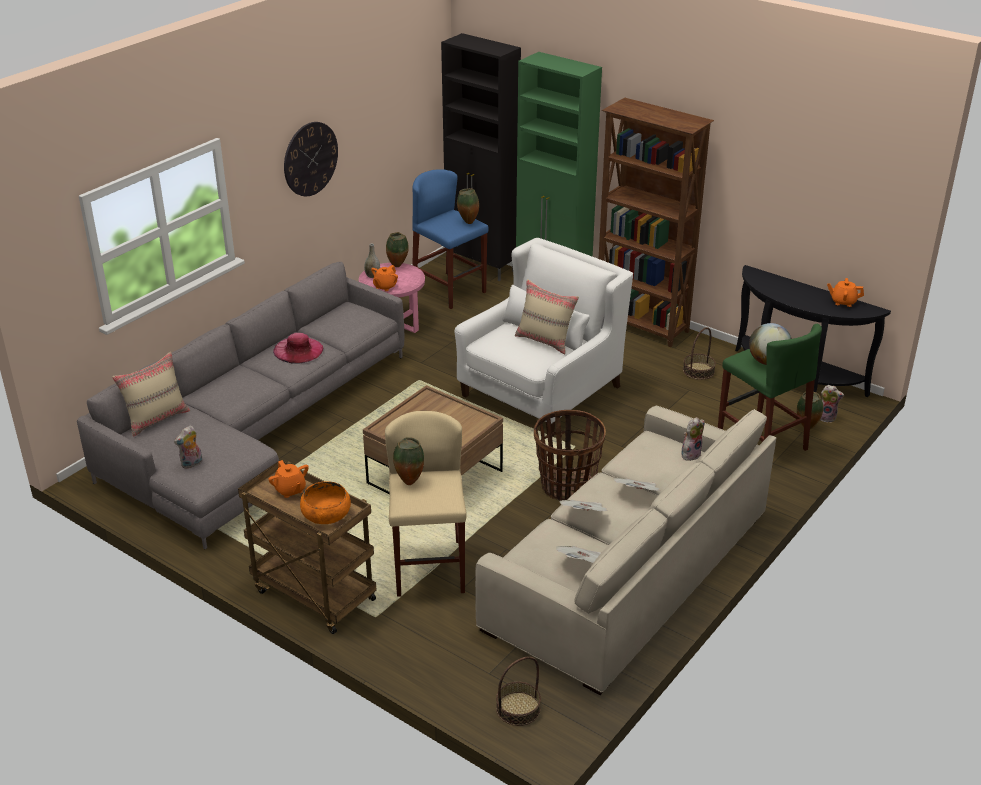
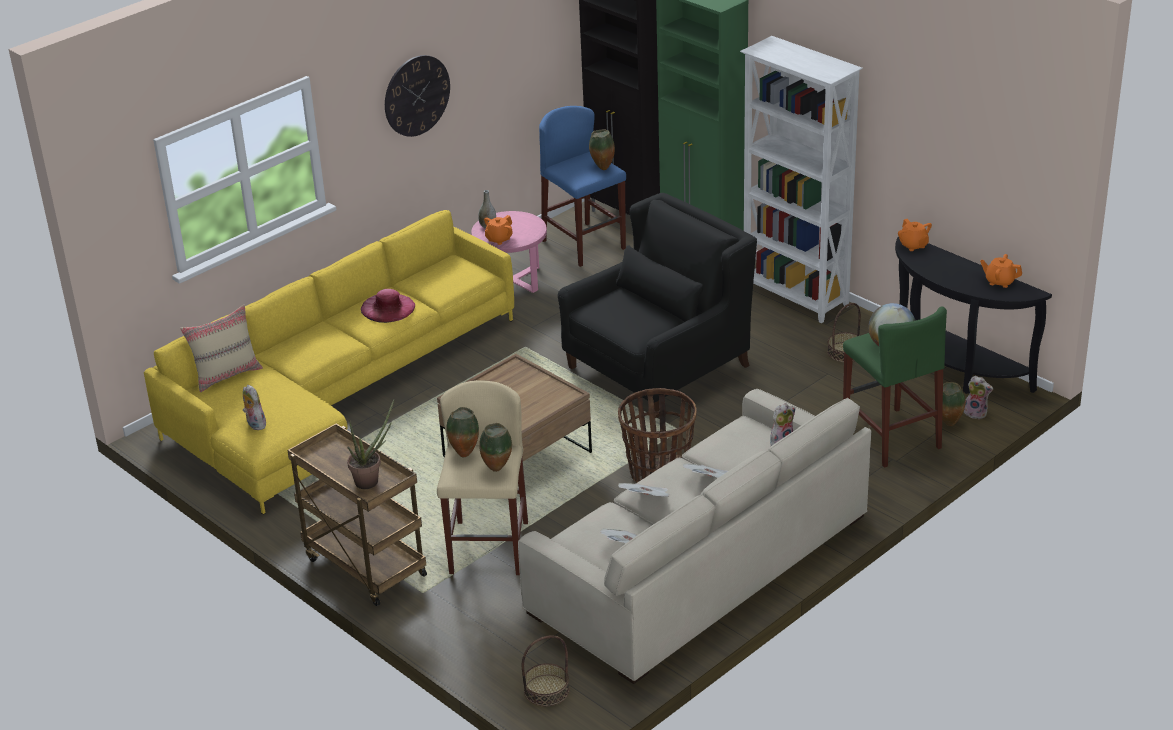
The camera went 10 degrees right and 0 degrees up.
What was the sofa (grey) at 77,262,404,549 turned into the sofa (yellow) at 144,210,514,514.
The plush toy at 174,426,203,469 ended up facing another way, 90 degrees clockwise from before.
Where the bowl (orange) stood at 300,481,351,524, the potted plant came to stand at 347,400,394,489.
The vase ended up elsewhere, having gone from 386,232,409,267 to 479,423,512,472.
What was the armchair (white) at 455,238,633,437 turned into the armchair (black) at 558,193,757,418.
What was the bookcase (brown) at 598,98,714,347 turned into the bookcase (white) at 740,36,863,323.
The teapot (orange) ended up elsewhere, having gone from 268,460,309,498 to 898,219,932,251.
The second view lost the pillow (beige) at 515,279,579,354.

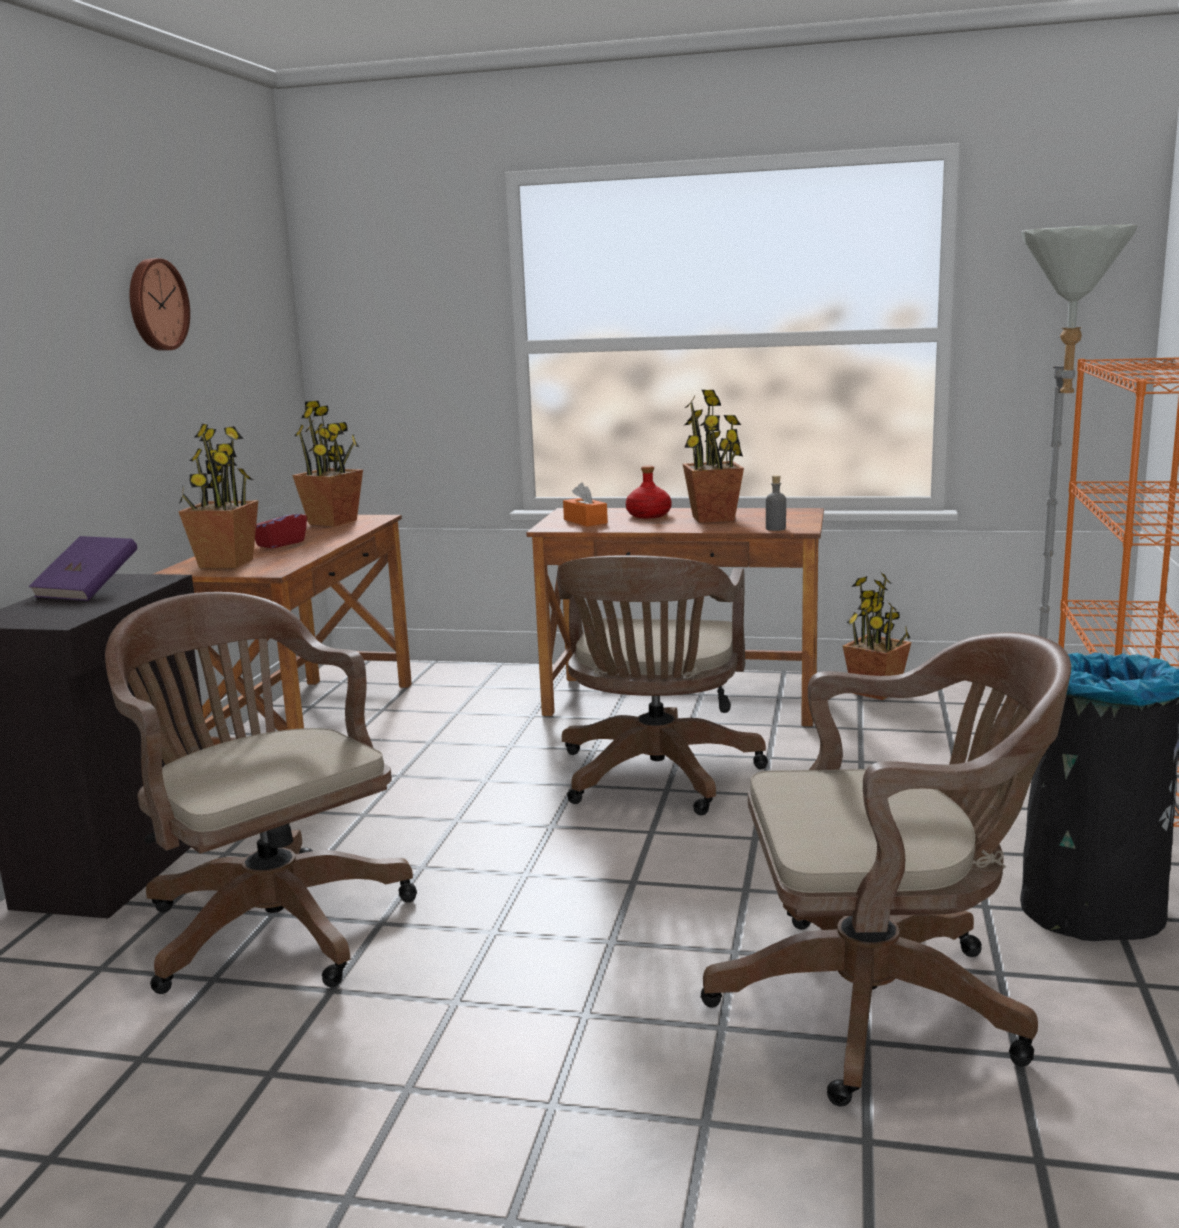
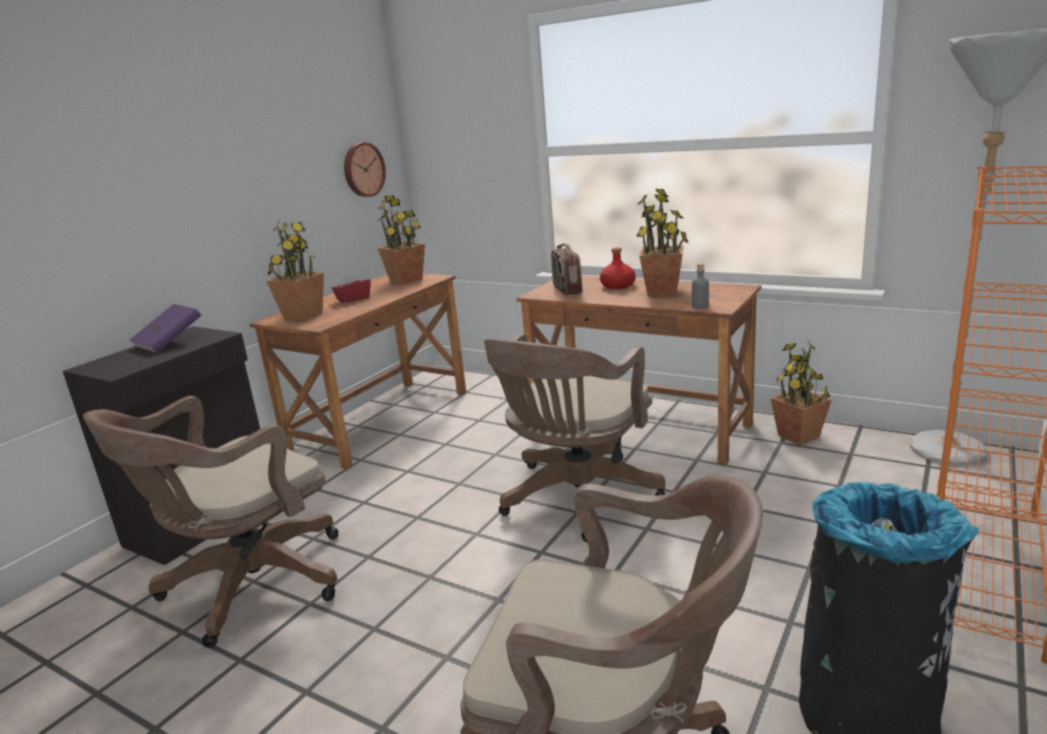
The camera went 20 degrees right and 5 degrees up.
The office chair (brown) at 105,592,417,994 ended up facing another way, 120 degrees counterclockwise from before.
The wall clock ended up elsewhere, having gone from 130,258,190,351 to 344,142,386,197.
Where the tissue box (orange) stood at 563,483,608,526, the radio came to stand at 551,243,583,295.

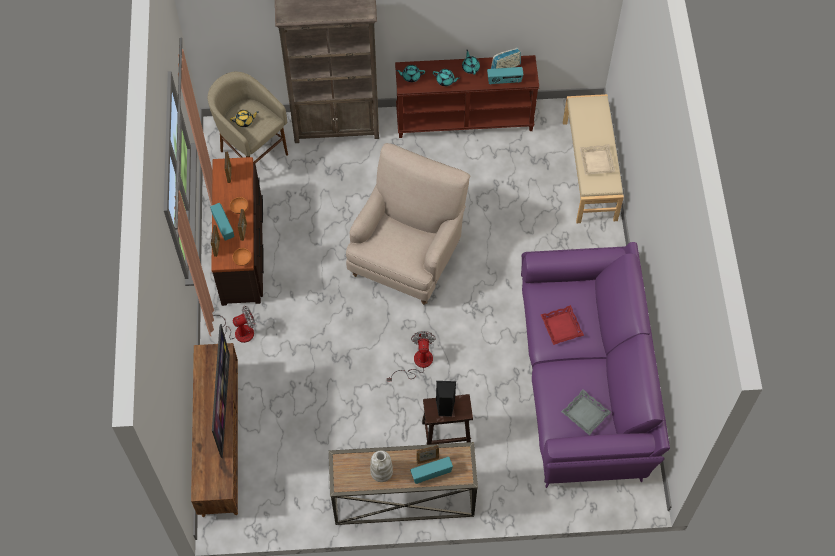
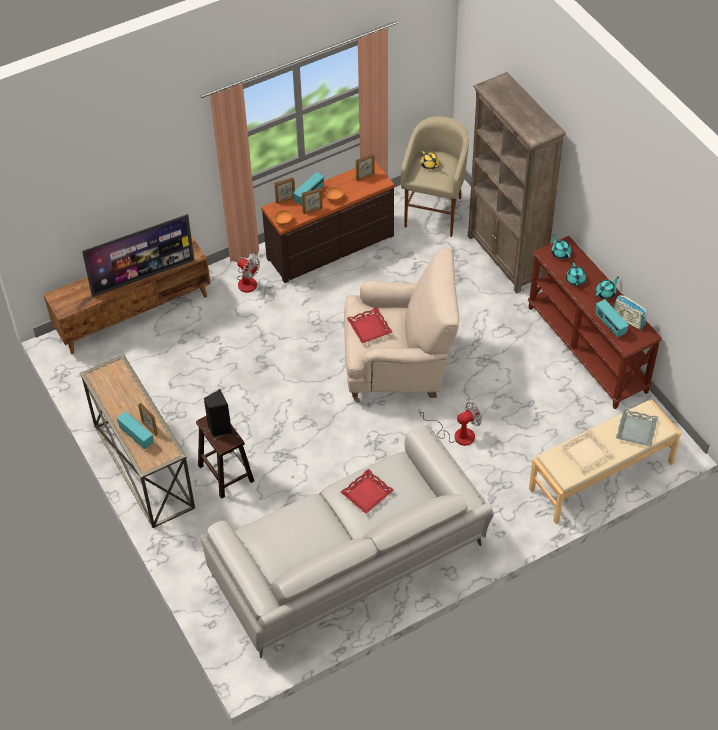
The camera went 65 degrees right and 10 degrees down.
What was the sofa (purple) at 521,242,670,488 turned into the sofa (grey) at 200,426,494,658.
The second view gained the tray (red) at 347,307,392,343.
The fan ended up elsewhere, having gone from 387,331,436,381 to 419,402,482,446.
The tray (grey) ended up elsewhere, having gone from 561,389,611,435 to 616,409,658,447.
The second view lost the vase (white) at 370,450,393,482.

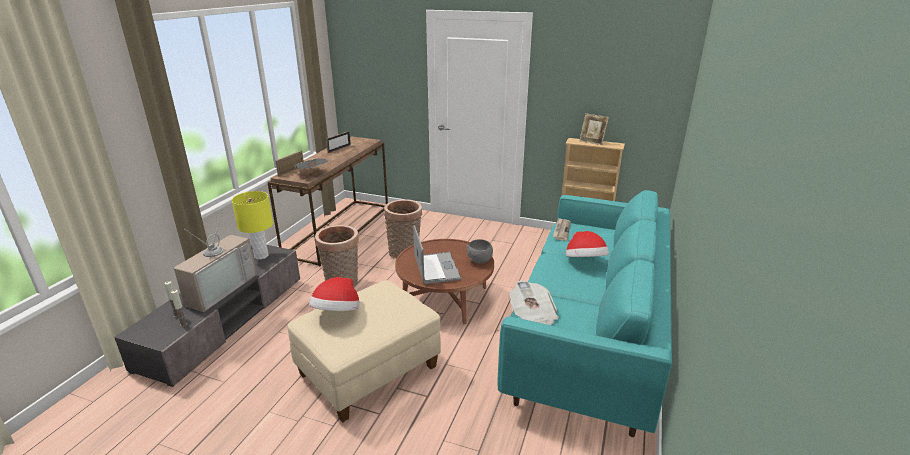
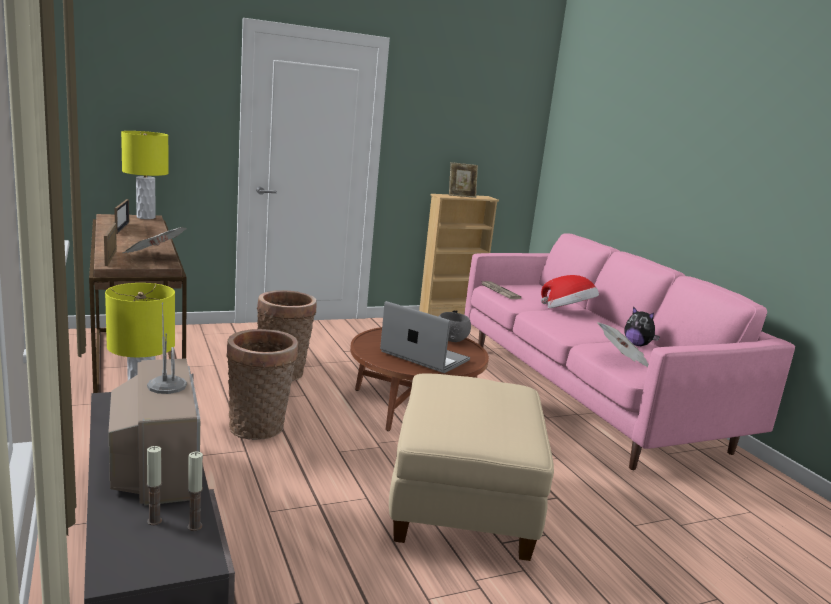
The camera went 45 degrees left and 10 degrees down.
The second view gained the table lamp (yellow) at 121,131,168,219.
What was the sofa (turquoise) at 497,190,672,437 turned into the sofa (pink) at 464,233,795,470.
The second view gained the plush toy at 625,306,660,346.
The second view lost the hat at 309,277,360,311.

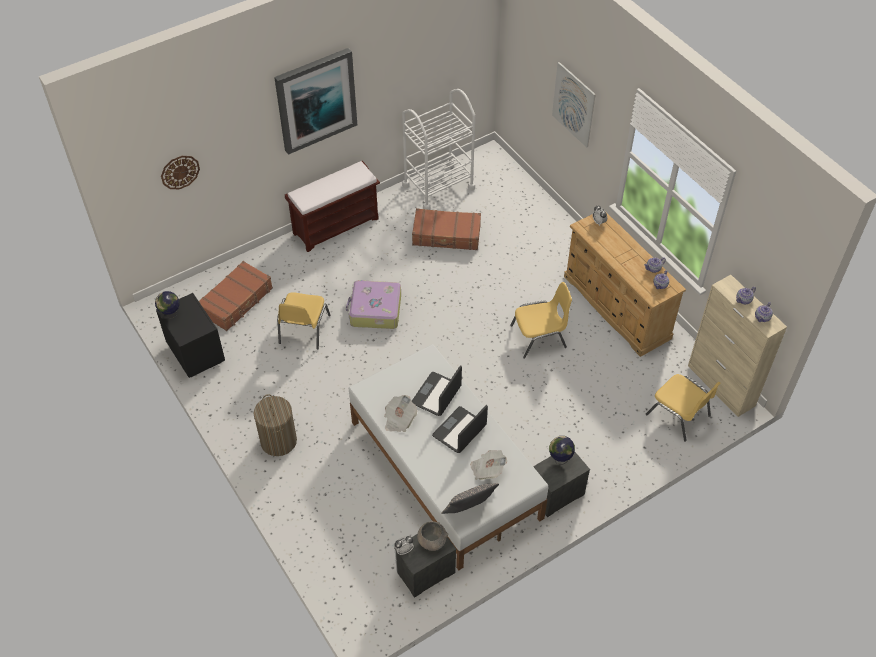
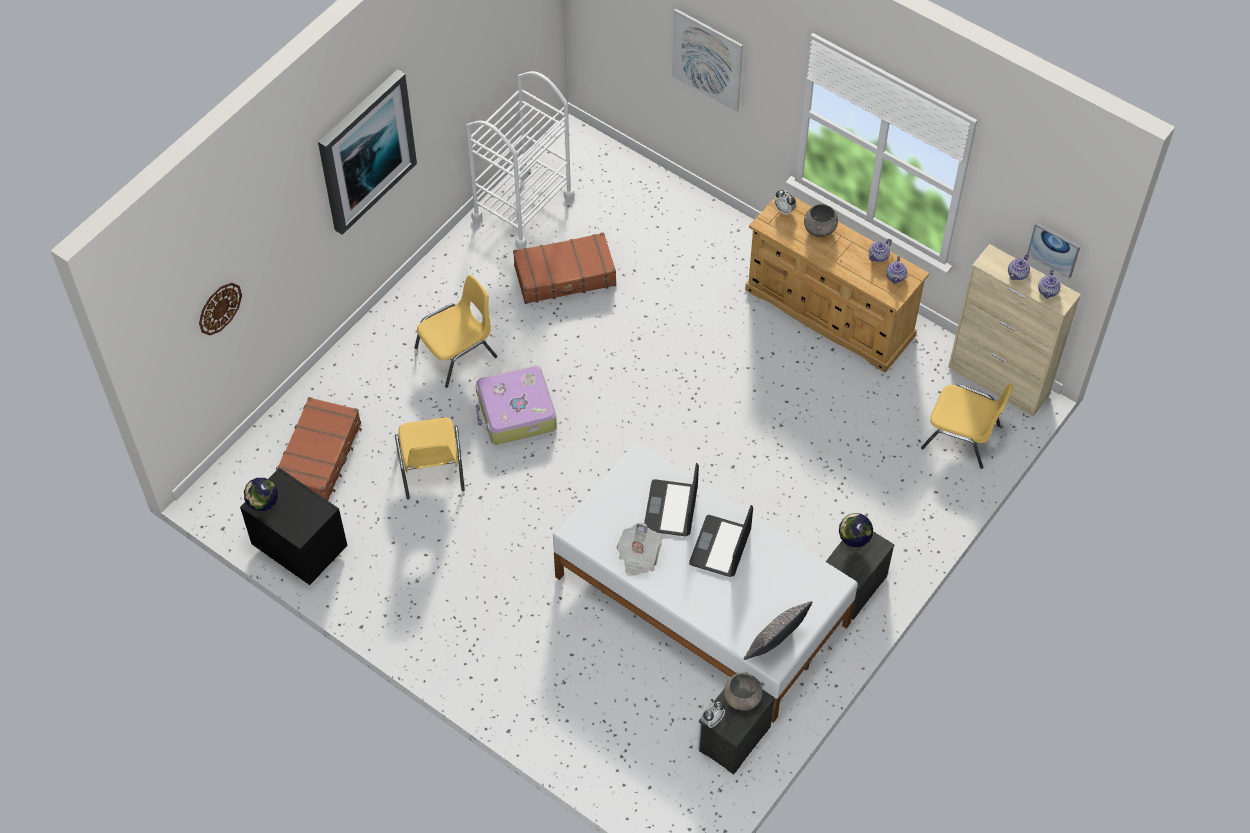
The camera went 20 degrees left and 5 degrees up.
The chair (yellow) ended up elsewhere, having gone from 510,282,572,359 to 414,275,497,388.
The second view gained the bowl (grey) at 804,204,838,237.
The second view gained the picture at 1027,222,1081,279.
The second view lost the laundry basket at 254,394,297,456.
The second view lost the bench (brown) at 285,161,380,252.
The second view lost the newspaper at 470,450,507,480.

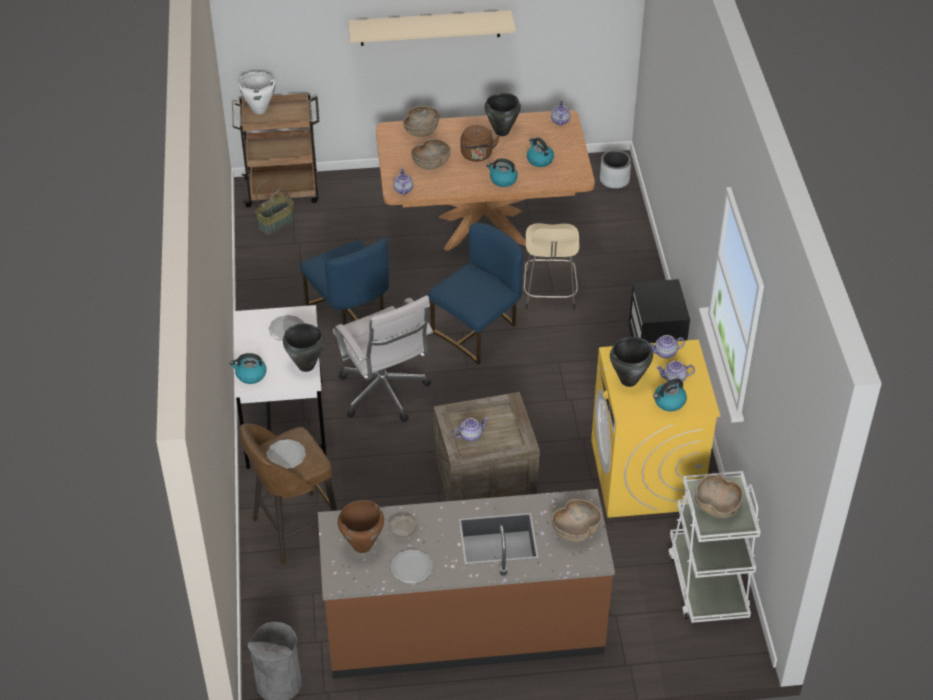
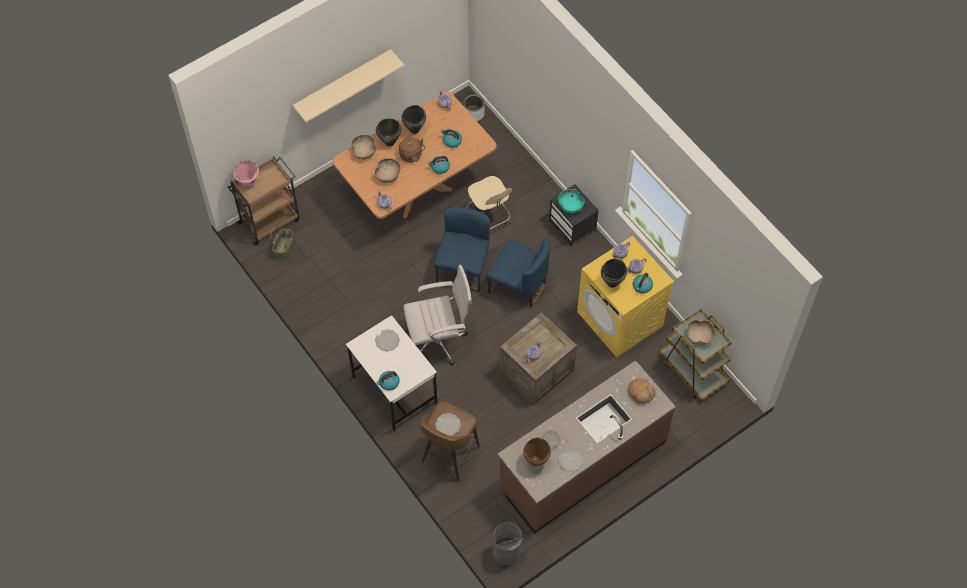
The camera went 30 degrees left and 15 degrees up.
What was the cooking pot (white) at 239,72,275,114 turned into the cooking pot (pink) at 233,160,259,189.
The cooking pot (black) ended up elsewhere, having gone from 283,323,325,372 to 376,118,402,146.
The office chair (white) at 333,295,433,422 ended up facing another way, 45 degrees counterclockwise from before.
The chair (blue) ended up elsewhere, having gone from 300,237,389,325 to 487,239,550,307.
The second view gained the bowl (turquoise) at 558,189,585,213.
Where the bowl (brown) stood at 552,499,602,542, the bread came to stand at 628,378,656,404.
What was the cart (white) at 669,471,761,623 turned into the cart (brown) at 659,309,732,401.

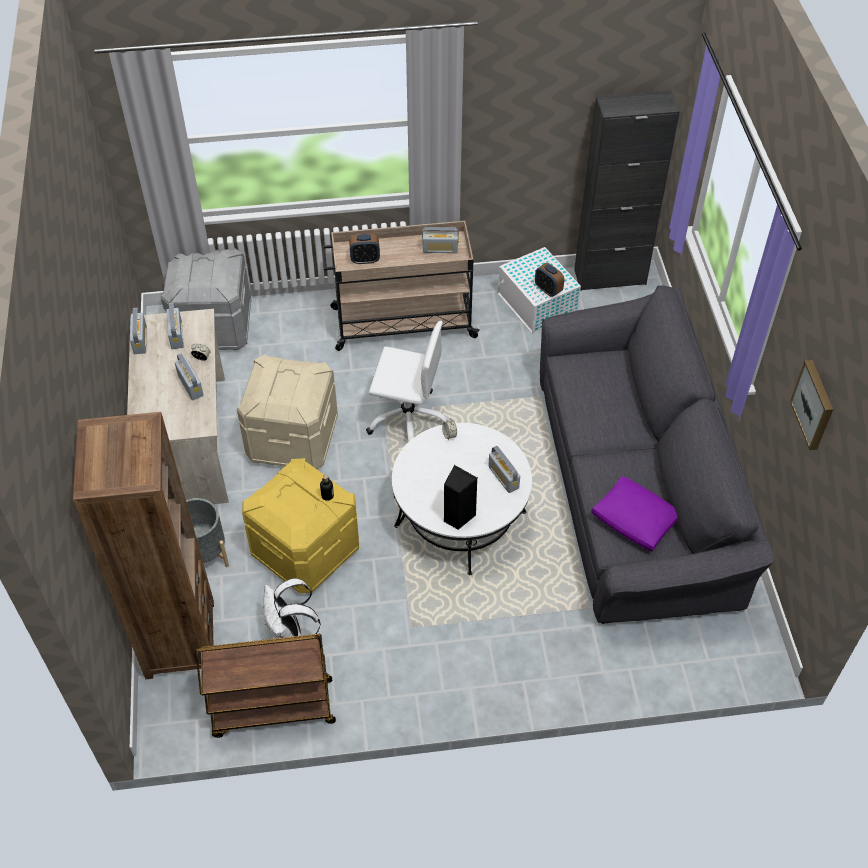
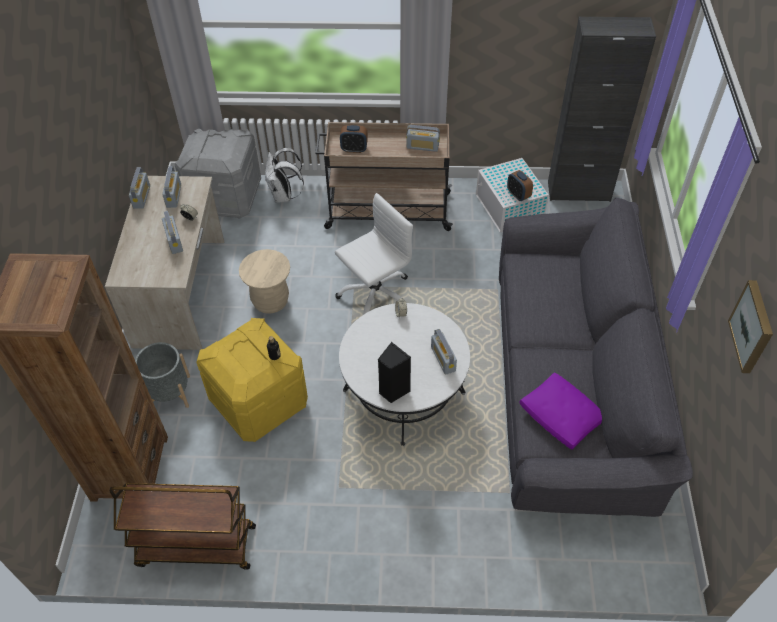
The camera went 10 degrees right and 0 degrees up.
Where the storage box (beige) stood at 237,355,338,469, the stool (beige) came to stand at 239,249,290,314.
The backpack (white) ended up elsewhere, having gone from 263,578,321,639 to 265,148,304,203.
The office chair (white) at 366,321,447,442 ended up facing another way, 60 degrees counterclockwise from before.

